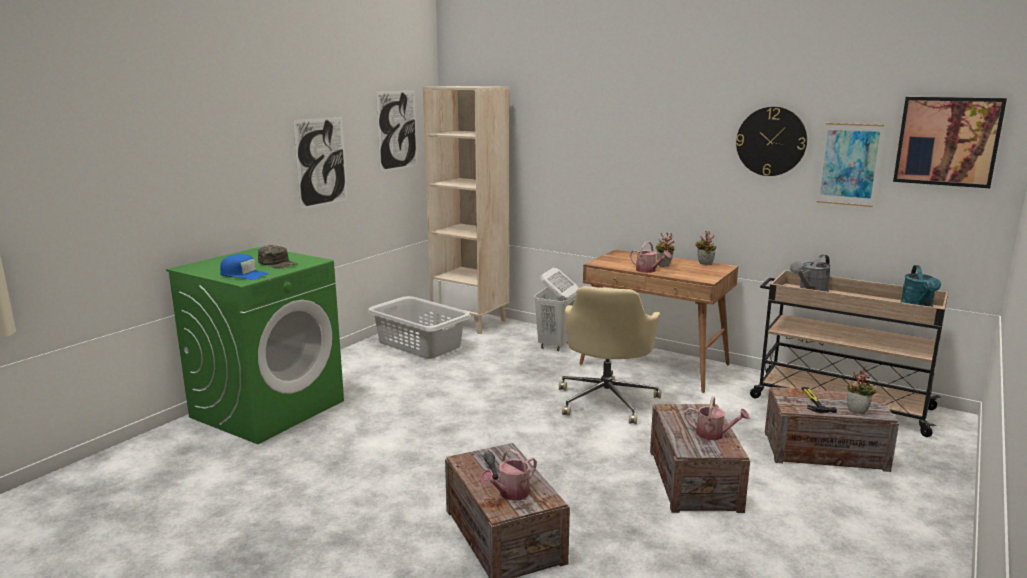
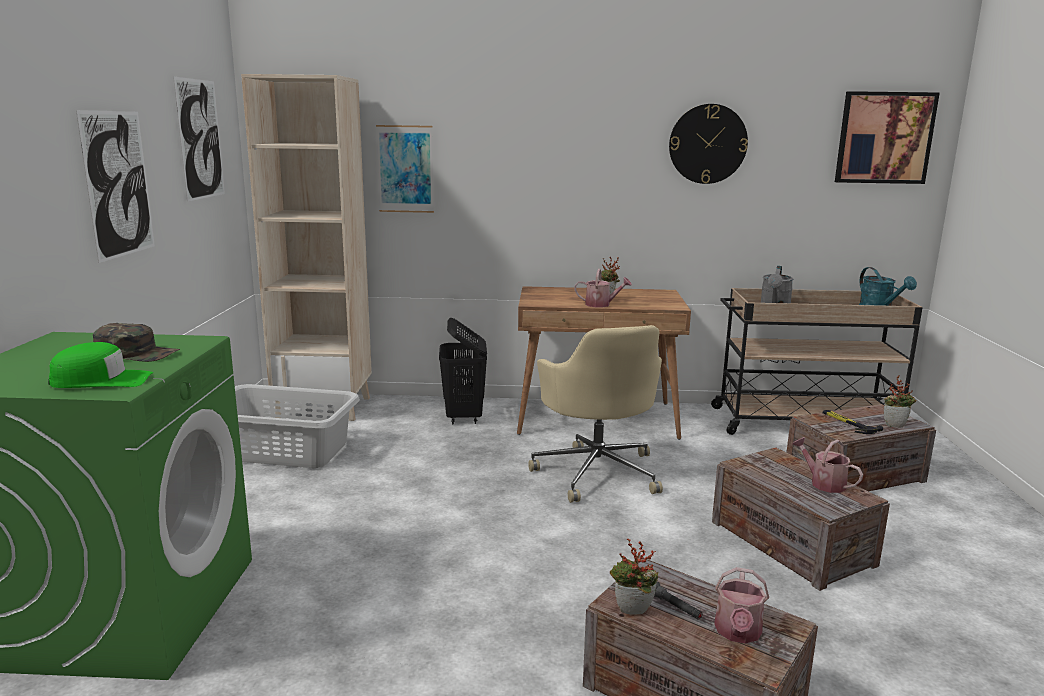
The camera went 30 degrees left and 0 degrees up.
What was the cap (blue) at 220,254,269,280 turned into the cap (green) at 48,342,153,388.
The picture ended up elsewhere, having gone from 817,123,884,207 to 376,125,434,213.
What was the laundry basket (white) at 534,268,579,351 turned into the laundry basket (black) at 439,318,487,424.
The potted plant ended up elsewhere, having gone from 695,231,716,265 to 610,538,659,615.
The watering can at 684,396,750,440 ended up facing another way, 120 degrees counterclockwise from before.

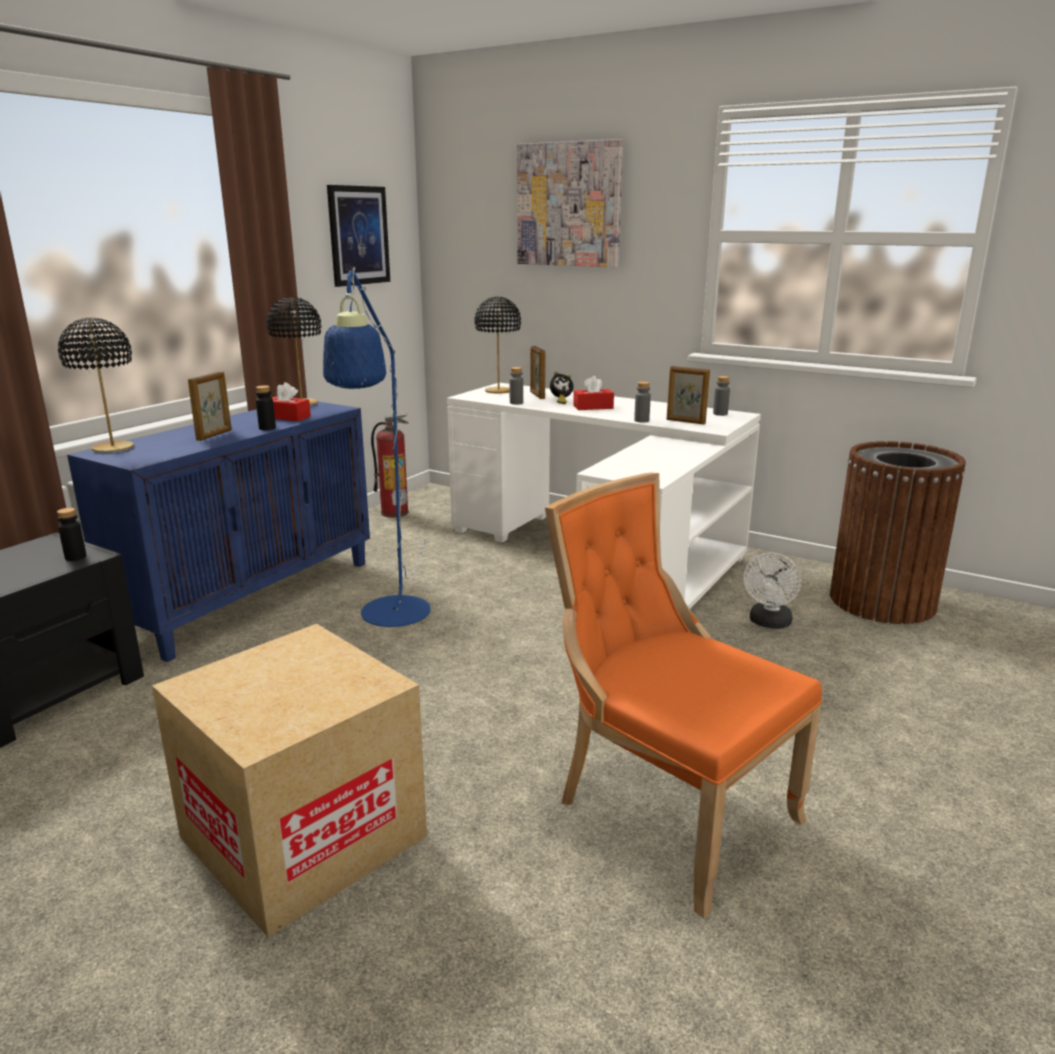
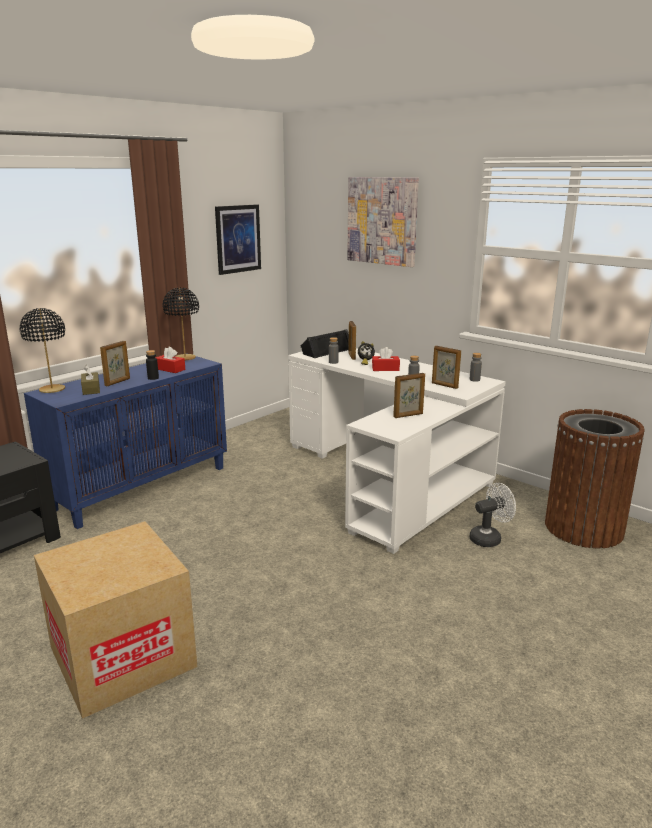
The camera went 10 degrees right and 0 degrees up.
The second view gained the tissue box (brown) at 81,365,100,395.
Where the table lamp (black) stood at 474,297,521,394, the speaker (black) came to stand at 301,329,349,358.
The second view gained the picture frame at 393,373,425,418.
The fan (white) at 744,553,801,629 ended up facing another way, 150 degrees counterclockwise from before.
The second view lost the bottle (black) at 57,508,86,561.
The second view lost the floor lamp (blue) at 323,267,431,627.
The second view lost the fire extinguisher at 371,414,409,517.
The second view lost the chair (orange) at 545,472,822,918.

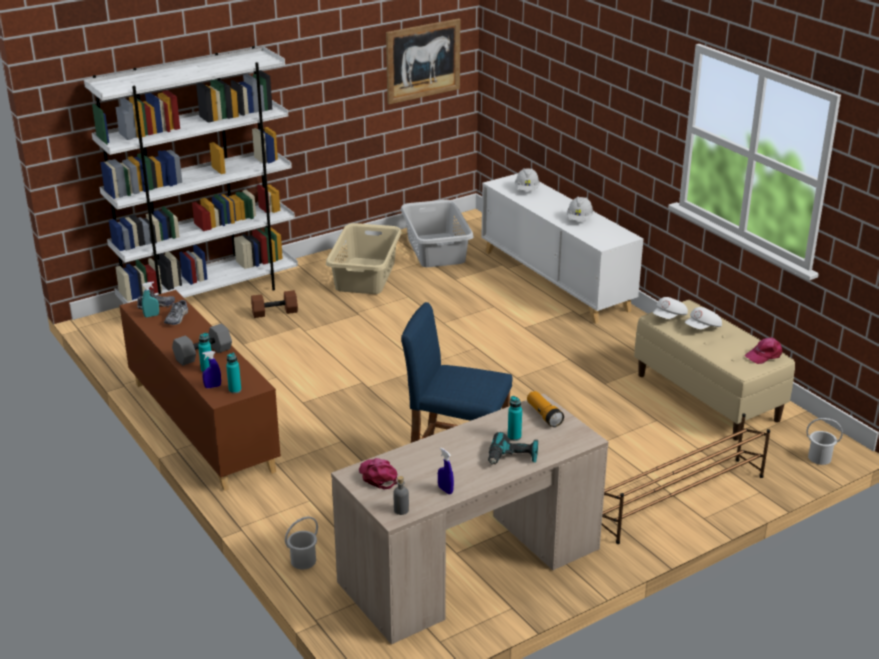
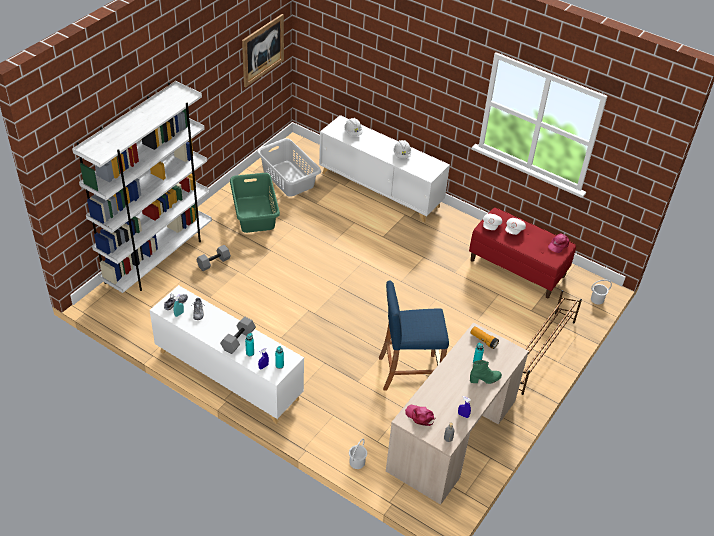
The camera went 25 degrees left and 15 degrees up.
What was the cabinet (brown) at 119,290,281,491 turned into the cabinet (white) at 150,285,304,424.
What was the dumbbell (brown) at 251,290,298,318 turned into the dumbbell (grey) at 196,245,231,271.
What was the laundry basket (beige) at 326,223,401,294 turned into the laundry basket (green) at 230,173,280,233.
What was the bench (beige) at 634,300,795,440 turned into the bench (red) at 469,207,576,298.
Where the power drill stood at 488,432,538,465, the boot (green) came to stand at 470,360,502,384.

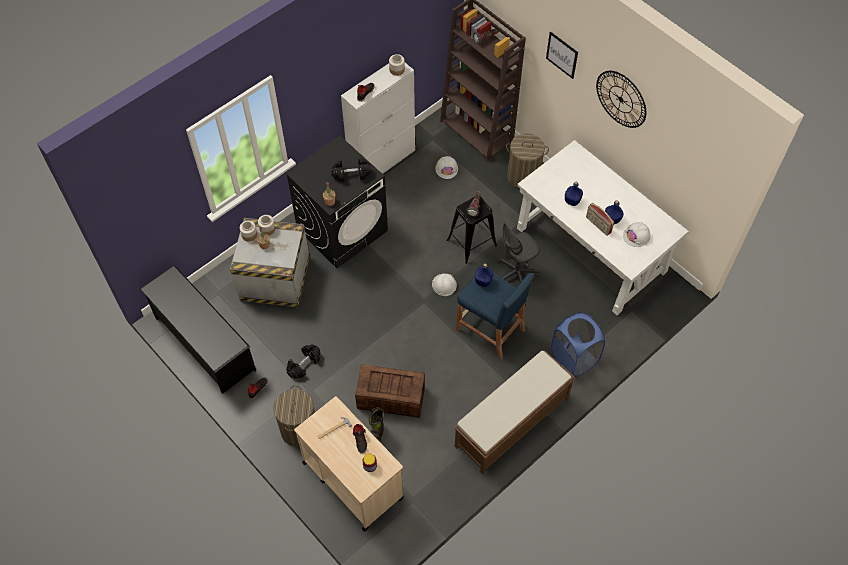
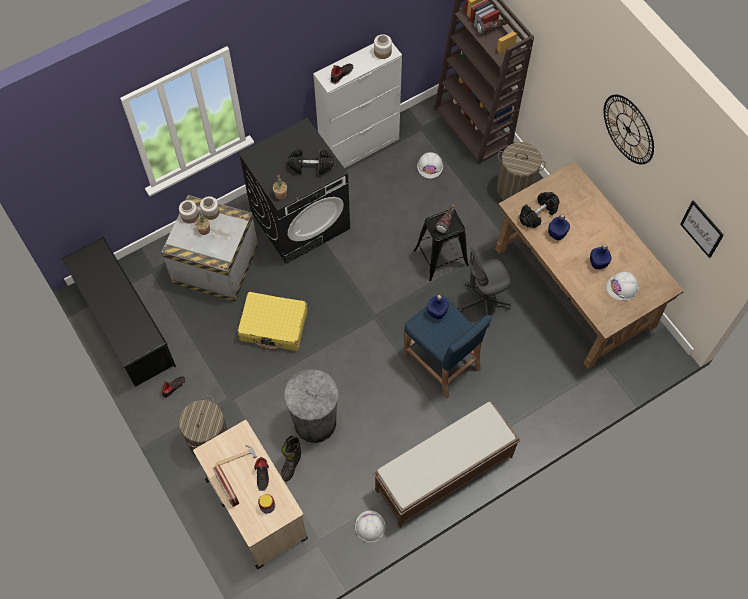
The camera went 10 degrees right and 5 degrees up.
The radio ended up elsewhere, having gone from 586,203,614,236 to 213,465,239,507.
The second view gained the suitcase (yellow) at 237,292,308,351.
Where the crate stood at 355,364,425,418, the trash can (grey) came to stand at 284,369,338,443.
The hard hat (white) ended up elsewhere, having gone from 432,273,457,296 to 355,510,385,543.
What was the desk (white) at 517,140,689,315 turned into the desk (brown) at 495,161,684,369.
The dumbbell (black) ended up elsewhere, having gone from 286,344,321,379 to 519,192,560,228.
The picture ended up elsewhere, having gone from 546,32,578,79 to 680,200,724,258.
The second view lost the laundry basket (blue) at 551,312,605,377.

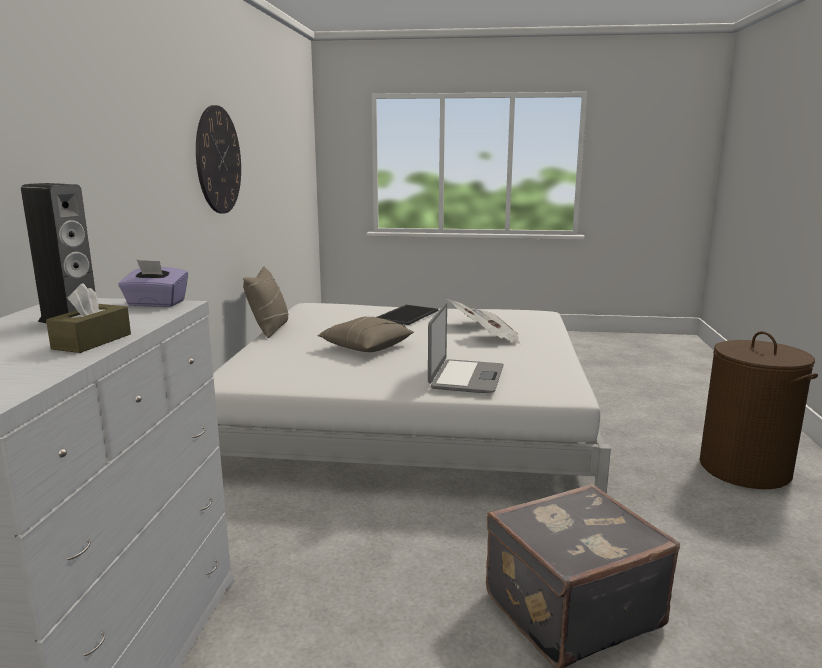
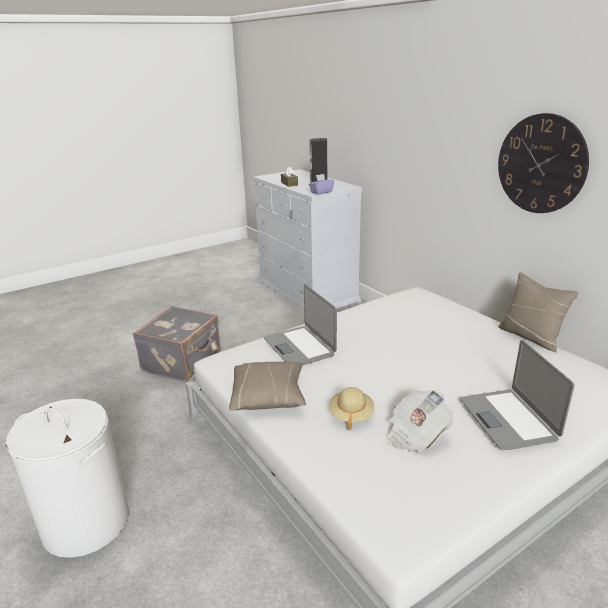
The camera went 140 degrees right and 10 degrees up.
What was the laundry basket (brown) at 700,331,818,489 turned into the laundry basket (white) at 6,399,129,558.
The pillow (beige) ended up elsewhere, having gone from 317,316,414,352 to 229,361,306,411.
Where the newspaper stood at 471,308,520,344, the hat (beige) came to stand at 329,387,375,430.
Where the tray stood at 376,305,438,325, the laptop came to stand at 460,340,575,450.

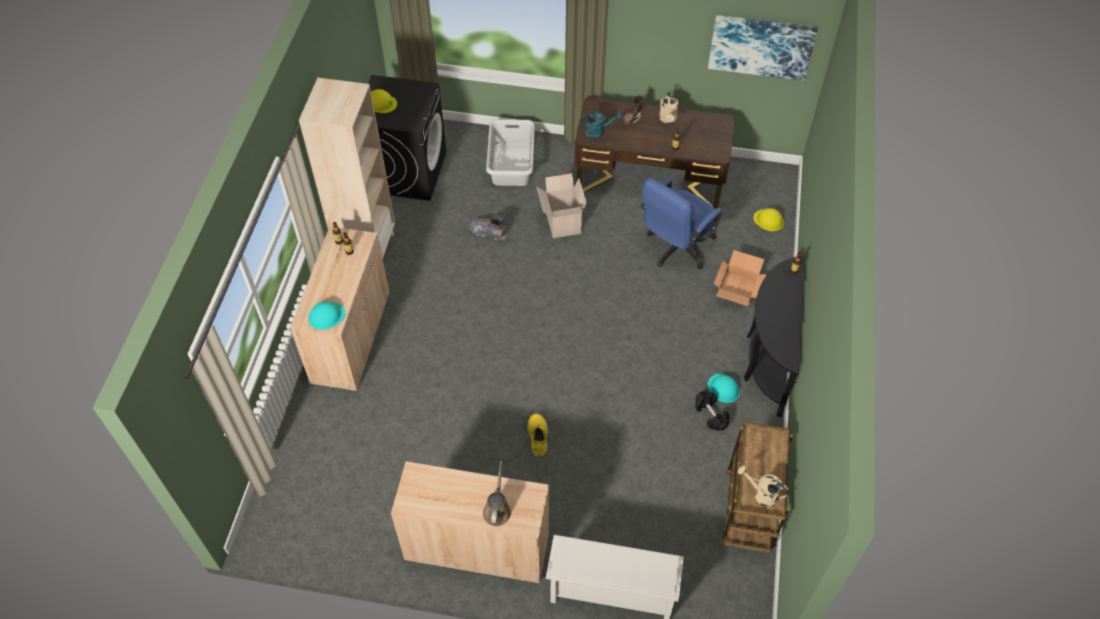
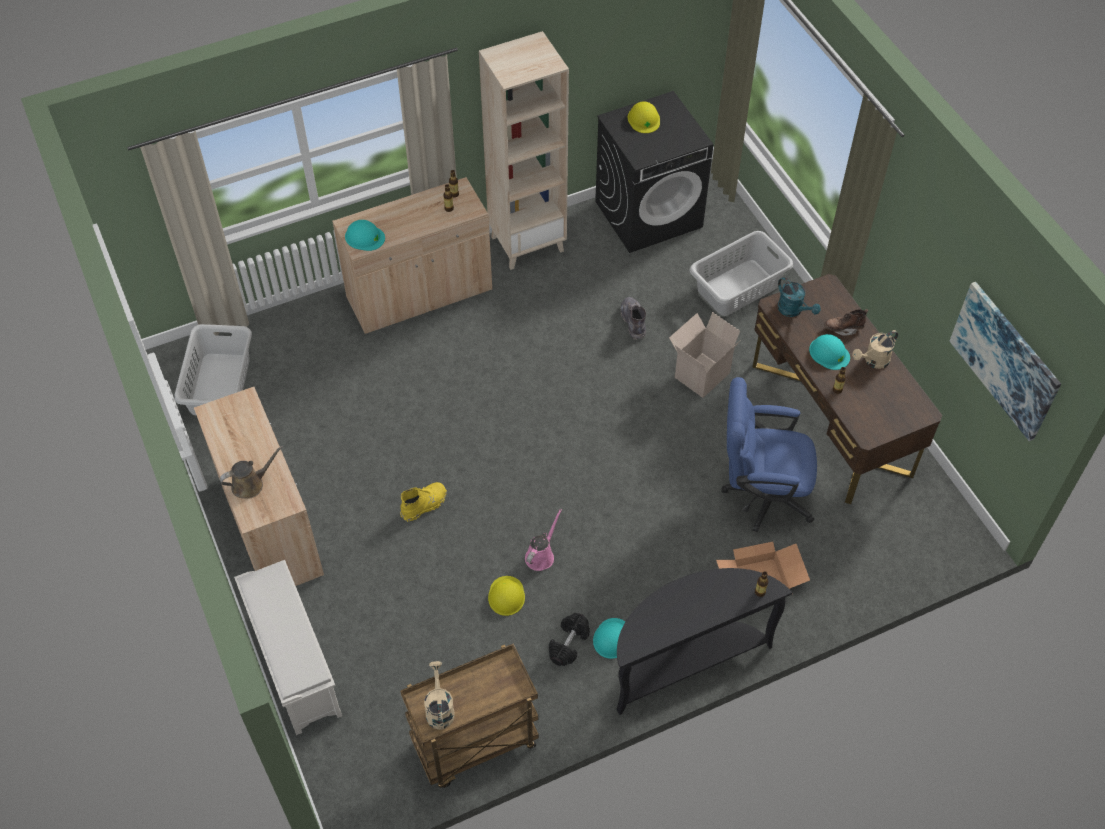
The camera went 55 degrees right and 0 degrees up.
The second view gained the laundry basket (grey) at 174,324,252,416.
The hard hat (yellow) ended up elsewhere, having gone from 753,208,784,231 to 488,576,525,616.
The second view gained the watering can (pink) at 525,509,562,571.
The second view gained the hard hat (turquoise) at 809,334,850,370.

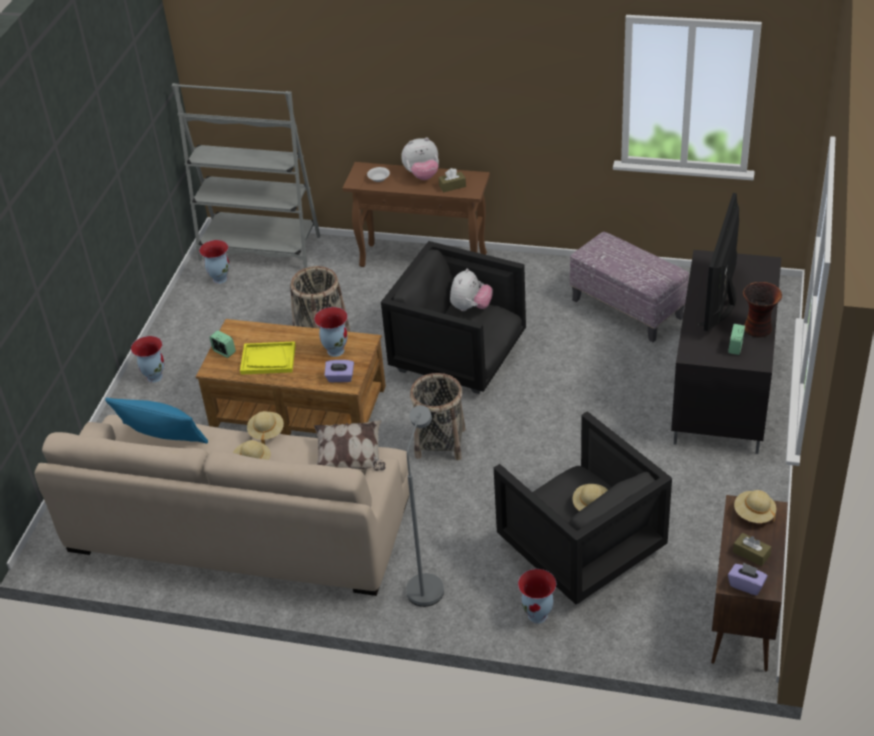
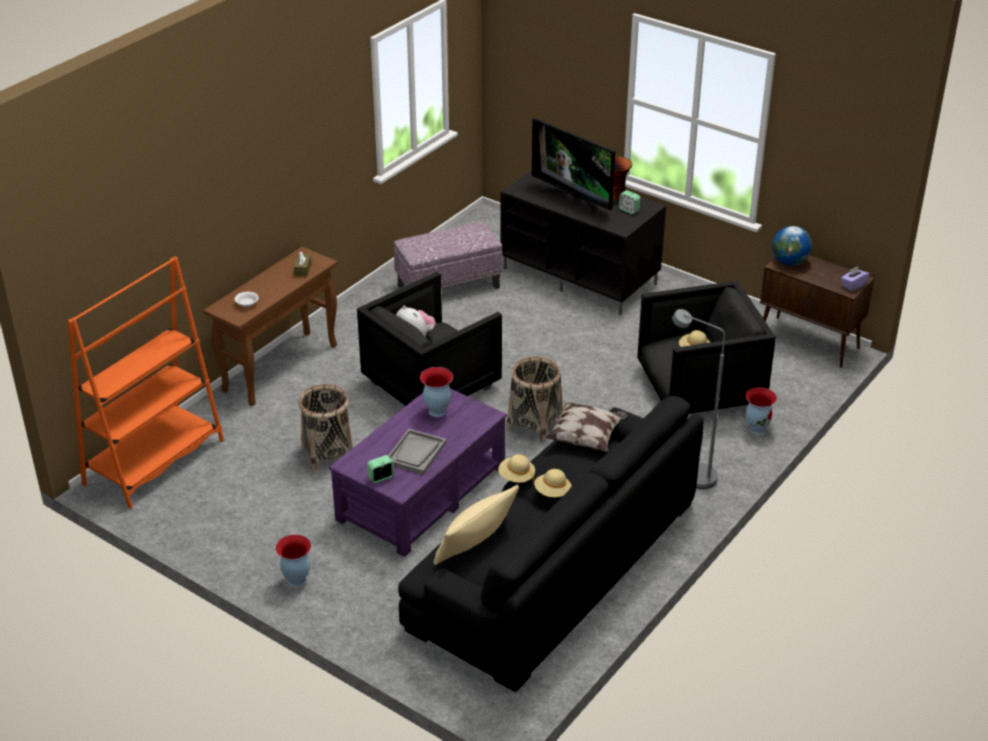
The camera went 70 degrees left and 5 degrees down.
What was the bookcase (grey) at 172,83,320,268 turned into the bookcase (orange) at 68,257,224,509.
What was the coffee table (brown) at 196,319,386,435 turned into the coffee table (purple) at 329,388,507,557.
What was the tray (yellow) at 240,341,296,375 turned into the tray (grey) at 388,429,446,475.
What was the sofa (beige) at 35,415,410,596 turned into the sofa (black) at 398,396,704,692.
What was the pillow (blue) at 105,398,208,444 turned into the pillow (beige) at 434,485,519,565.
Where the hat (beige) stood at 734,490,776,523, the globe came to stand at 772,226,812,266.
The second view lost the vase at 199,240,230,284.
The second view lost the tissue box (purple) at 324,360,354,382.
The second view lost the plush toy at 401,137,439,180.
The second view lost the tissue box (brown) at 733,533,771,567.

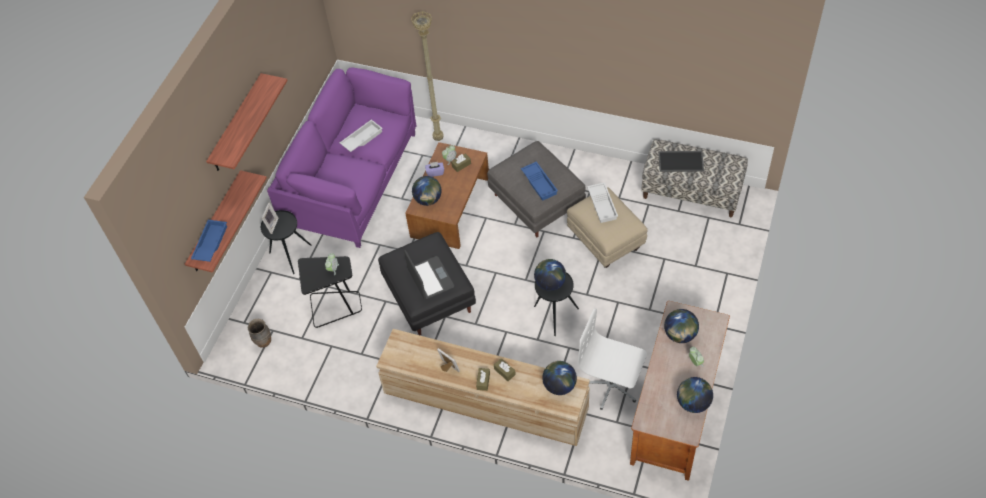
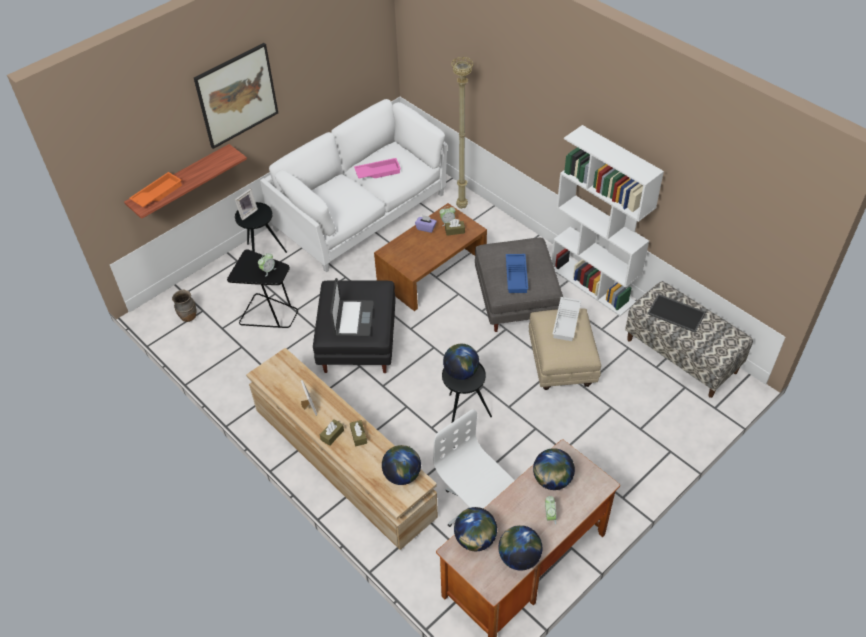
The camera went 25 degrees right and 5 degrees down.
What was the tray (blue) at 191,220,227,262 turned into the tray (orange) at 129,172,182,207.
Where the shelf hung at 206,73,288,171, the picture came to hang at 194,43,278,149.
What was the sofa (purple) at 267,68,417,248 turned into the sofa (white) at 260,99,447,272.
What was the tray (white) at 340,119,383,152 turned into the tray (pink) at 354,158,401,178.
The globe ended up elsewhere, having gone from 412,176,442,206 to 454,507,497,551.
The second view gained the bookcase (white) at 551,125,664,316.

